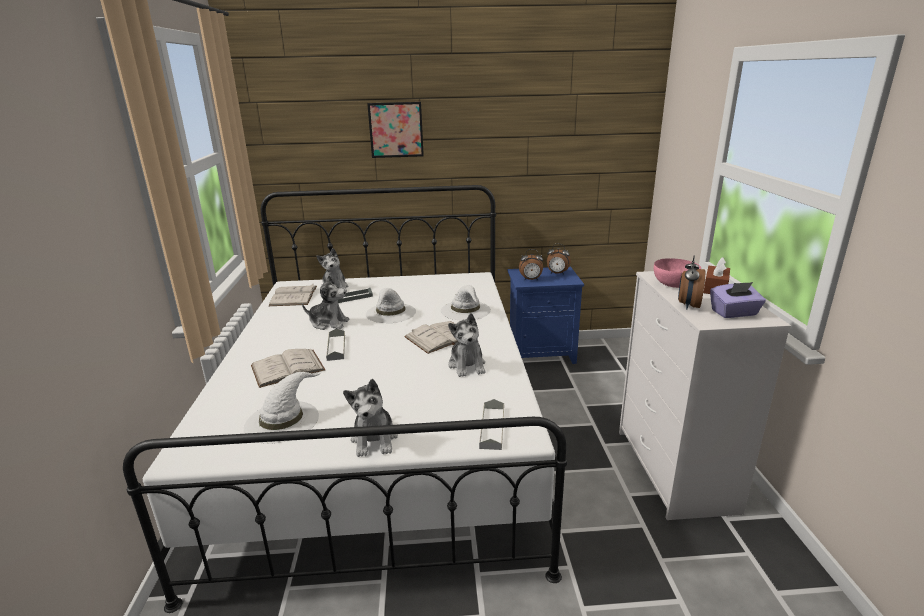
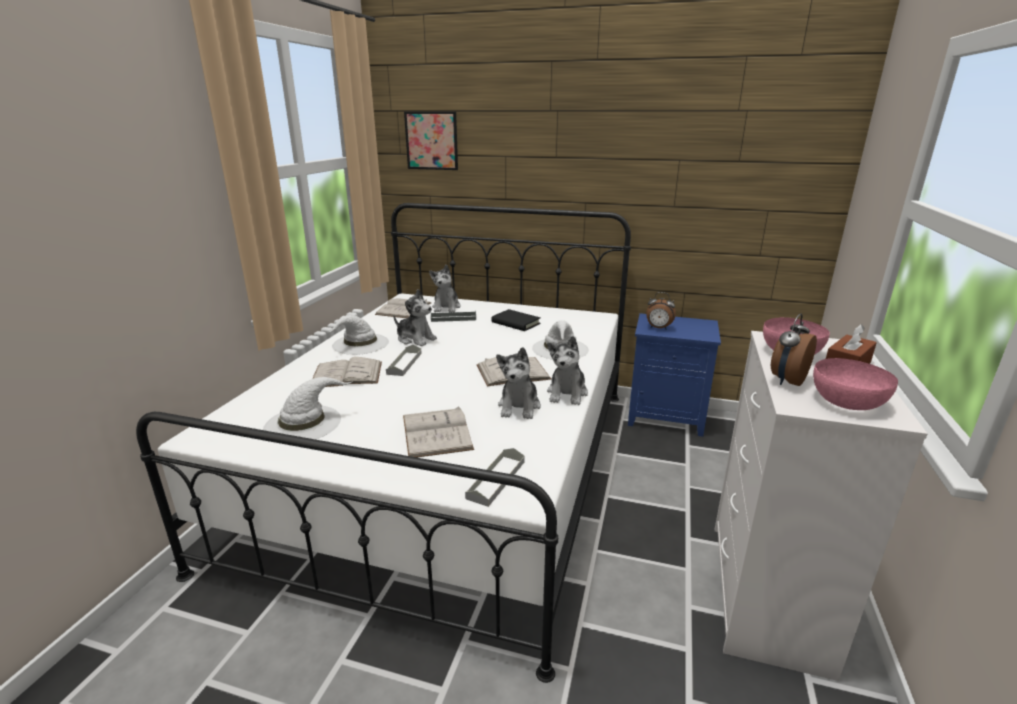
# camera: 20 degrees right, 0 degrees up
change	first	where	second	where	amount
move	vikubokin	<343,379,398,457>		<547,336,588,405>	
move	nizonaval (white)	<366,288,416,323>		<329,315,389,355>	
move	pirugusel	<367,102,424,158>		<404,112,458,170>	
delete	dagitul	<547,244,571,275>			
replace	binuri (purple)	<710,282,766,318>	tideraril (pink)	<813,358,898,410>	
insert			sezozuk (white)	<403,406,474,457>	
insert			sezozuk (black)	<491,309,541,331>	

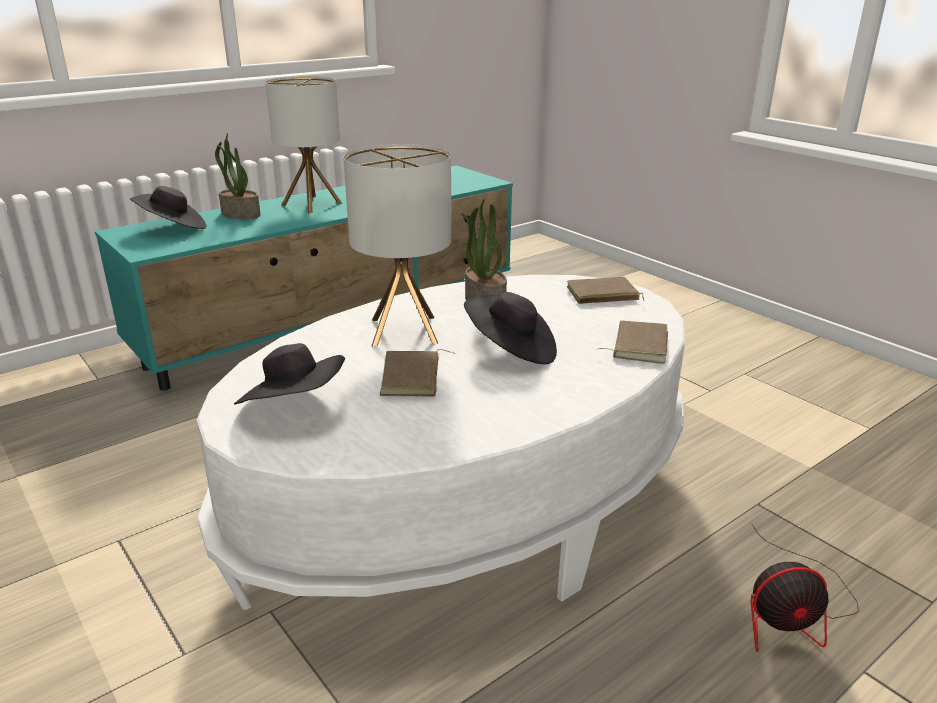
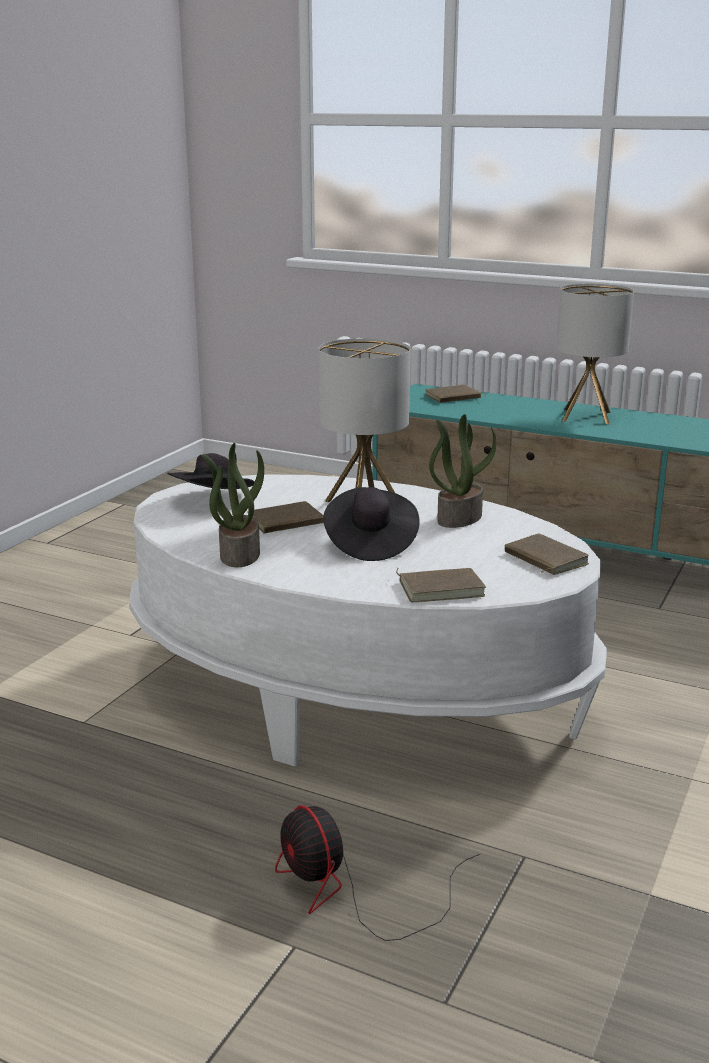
# camera: 65 degrees right, 5 degrees down
change	first	where	second	where	amount
replace	nizonaval (black)	<130,186,207,229>	sezozuk (brown)	<425,385,486,403>	
move	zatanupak	<215,133,261,219>		<202,443,264,567>	

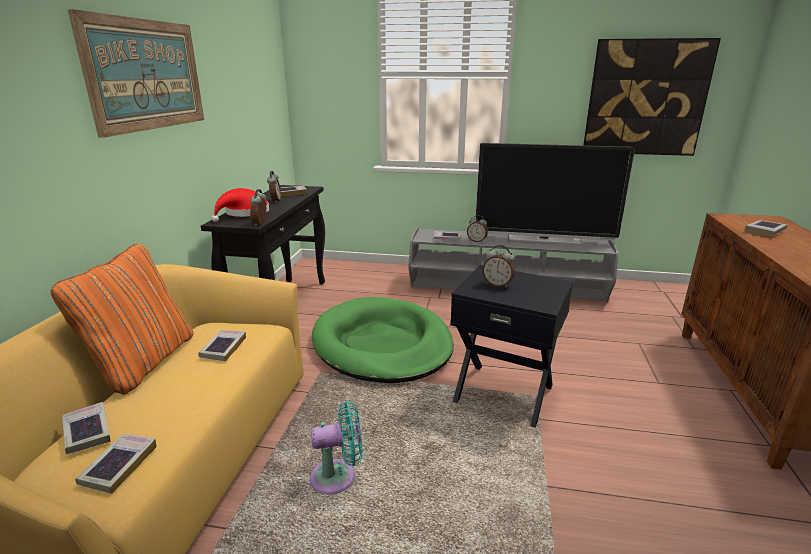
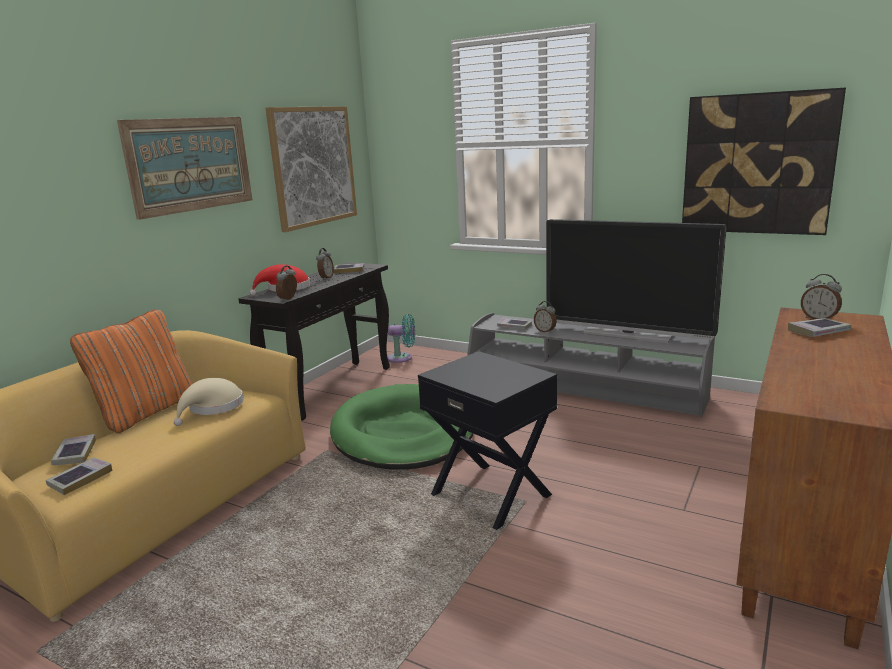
# camera: 20 degrees right, 5 degrees down
change	first	where	second	where	amount
replace	sezozuk	<198,330,246,361>	nizonaval (beige)	<174,378,244,426>	
move	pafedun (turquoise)	<310,401,363,494>		<388,314,415,363>	
move	dagitul	<482,245,515,288>		<801,274,842,319>	
insert			pirugusel	<265,106,357,232>	

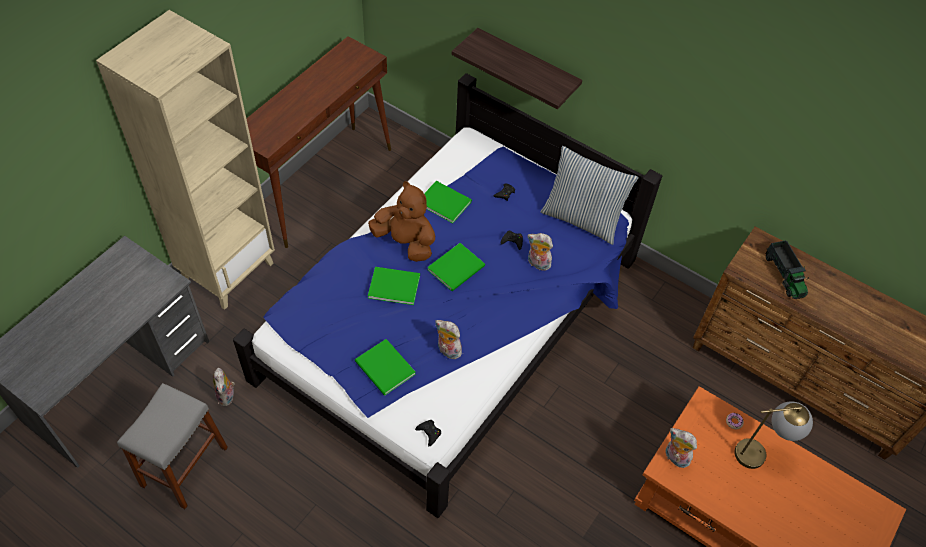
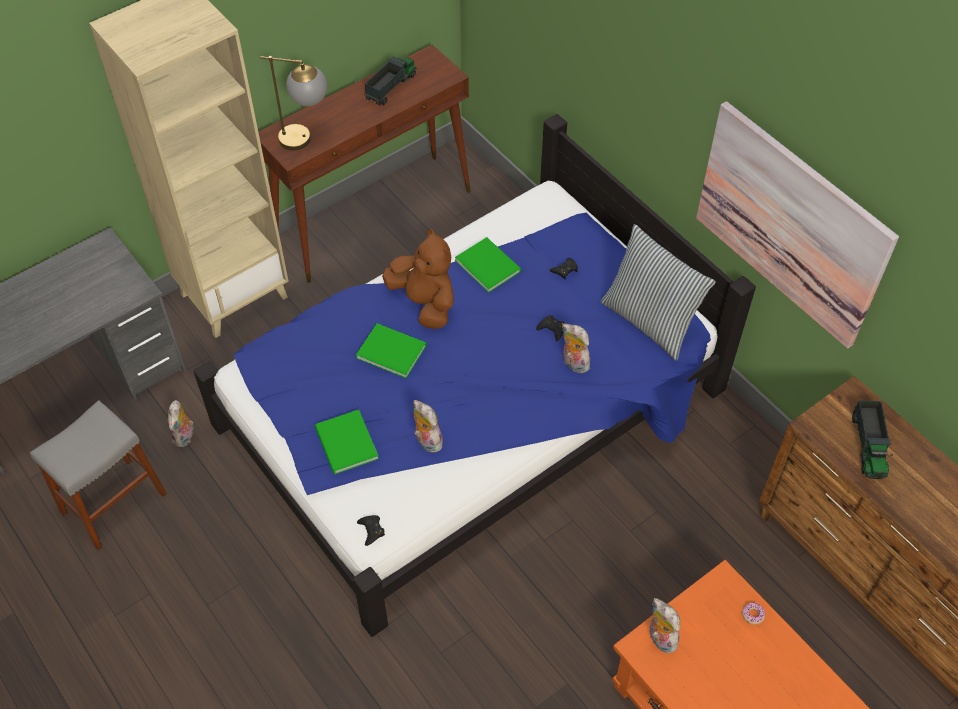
# camera: 20 degrees right, 0 degrees up
change	first	where	second	where	amount
delete	sezozuk (green)	<427,243,485,291>			
delete	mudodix	<452,28,582,109>			
move	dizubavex	<734,401,813,469>		<260,56,327,150>	
insert			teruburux	<364,57,417,106>	
insert			pirugusel	<696,101,899,349>	

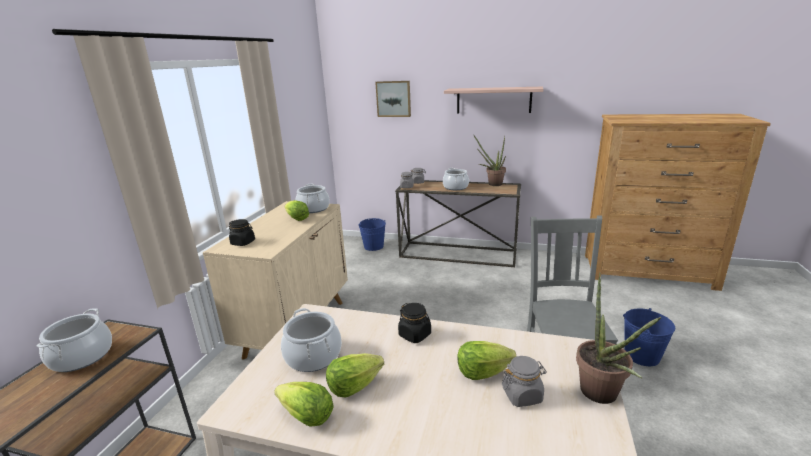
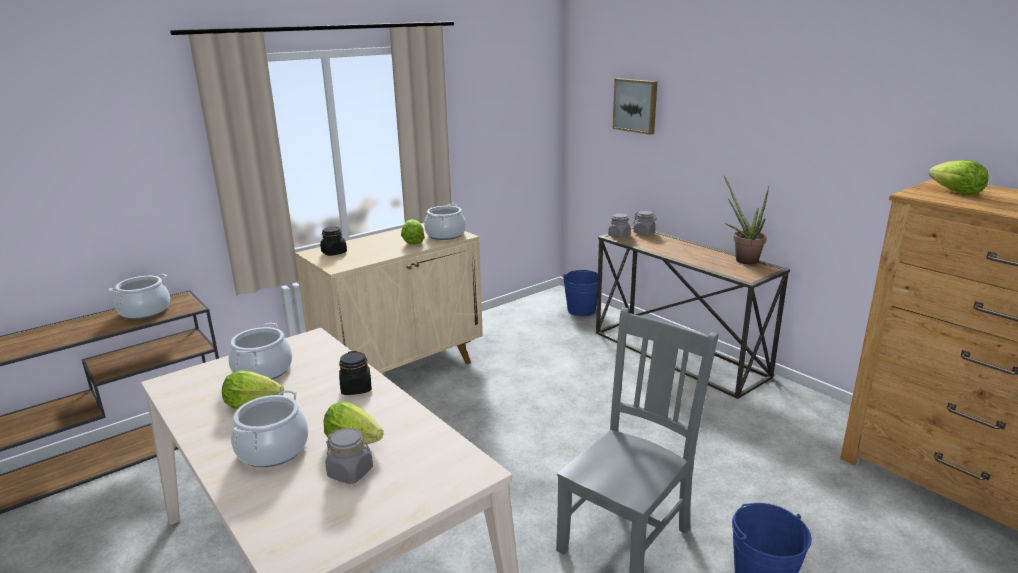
# camera: 35 degrees right, 0 degrees up
change	first	where	second	where	amount
move	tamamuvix	<274,382,334,427>		<929,160,989,195>	
move	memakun	<443,168,469,190>		<231,390,308,467>	
delete	mudodix	<444,87,543,114>			
delete	zatanupak	<576,273,661,404>			

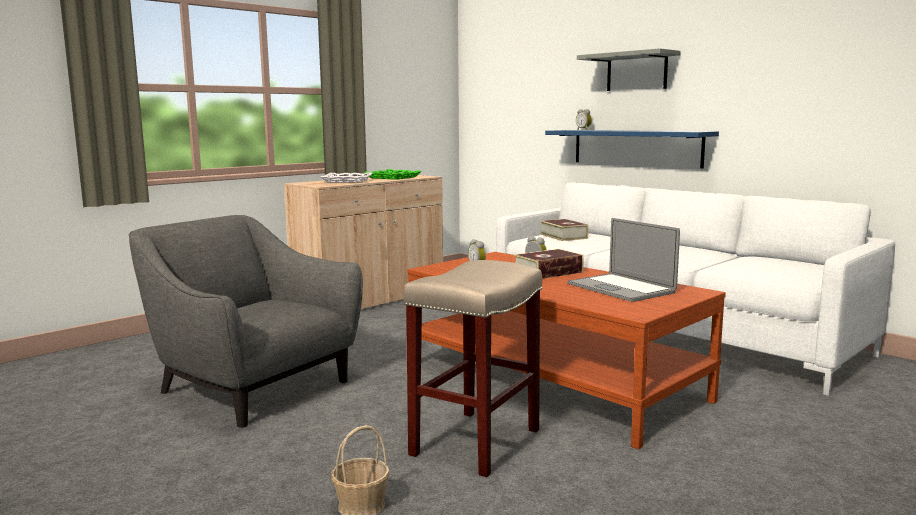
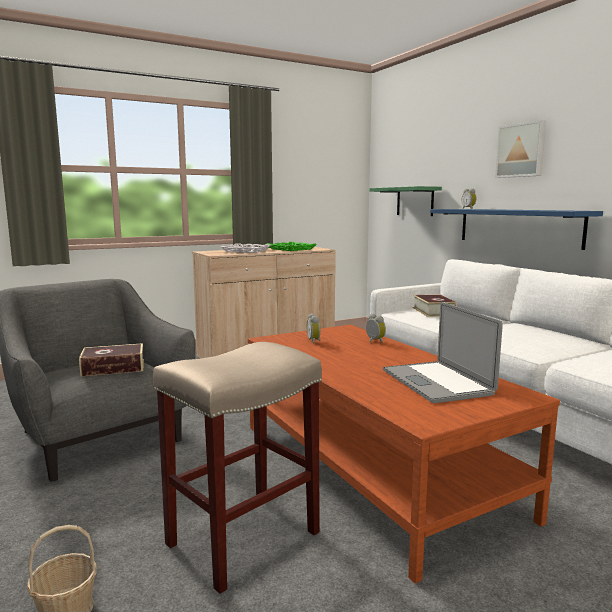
# camera: 15 degrees right, 0 degrees up
change	first	where	second	where	amount
move	sezozuk	<514,249,584,279>		<79,343,144,376>	
replace	mudodix (grey)	<577,48,681,91>	pirugusel	<495,120,546,178>	
insert			mudodix (green)	<370,186,442,216>	

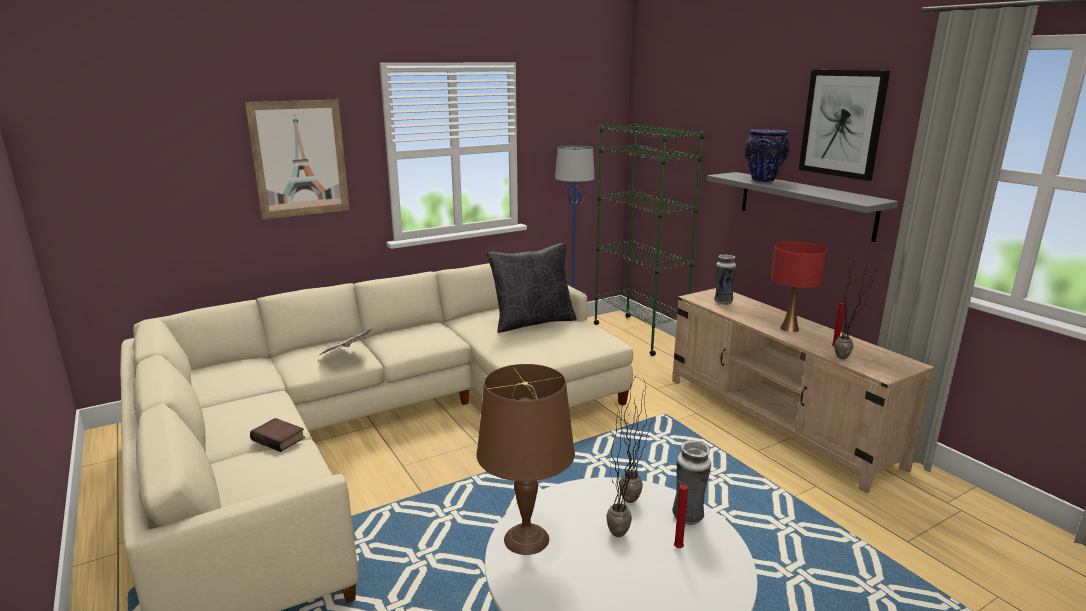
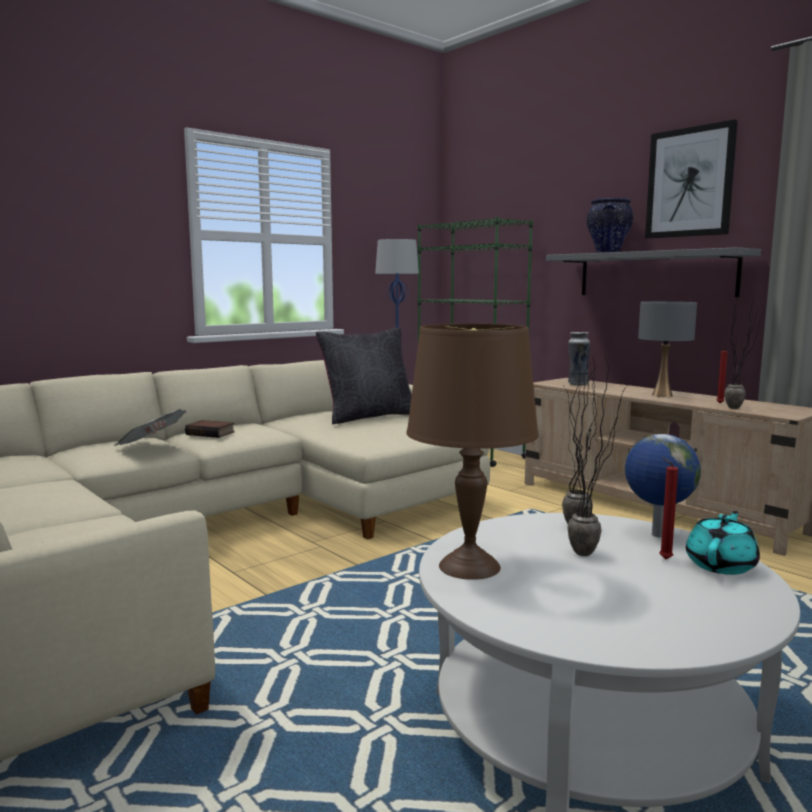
# camera: 10 degrees left, 10 degrees down
change	first	where	second	where	amount
delete	pirugusel	<245,100,350,220>			
move	sezozuk	<250,418,305,452>		<185,420,235,438>	
replace	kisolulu	<672,440,711,525>	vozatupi	<625,434,701,537>	
recolor	dizubavex (red)	<771,241,827,332>	dizubavex (grey)	<638,301,697,397>	
insert			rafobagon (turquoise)	<686,511,760,575>	

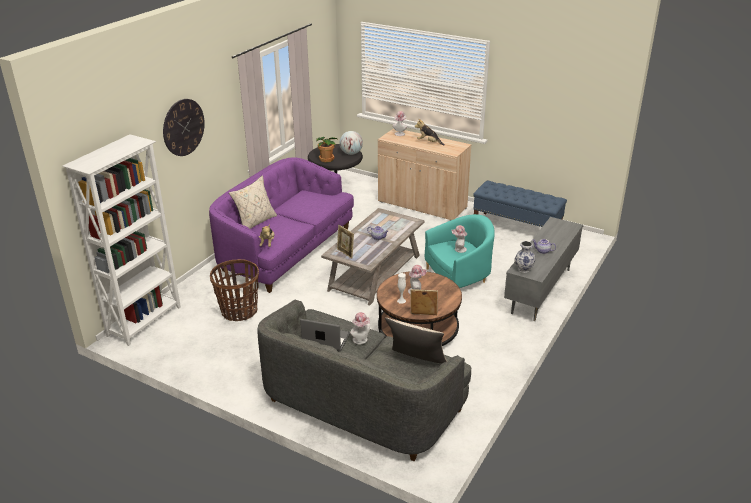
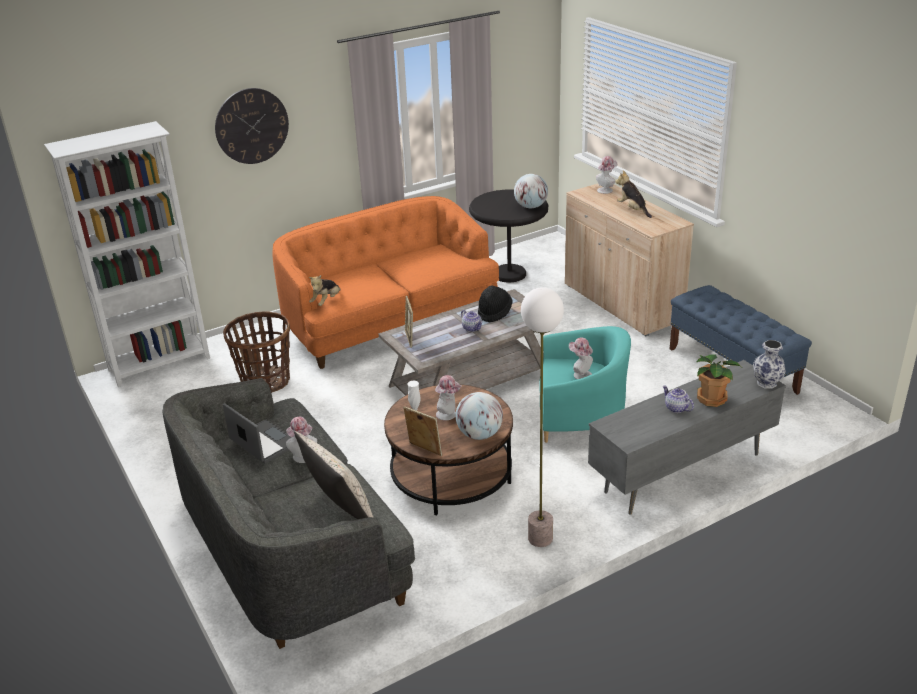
# camera: 30 degrees right, 0 degrees up
change	first	where	second	where	amount
recolor	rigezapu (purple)	<209,157,354,293>	rigezapu (orange)	<272,196,499,369>	
delete	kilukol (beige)	<229,175,277,229>			
move	zatanupak	<316,137,337,163>		<697,355,741,407>	
move	kisolulu	<514,241,536,273>		<753,340,786,389>	
insert			vozatupi	<456,392,503,440>	
insert			nizonaval (black)	<478,285,513,323>	
insert			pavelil	<521,287,564,547>	

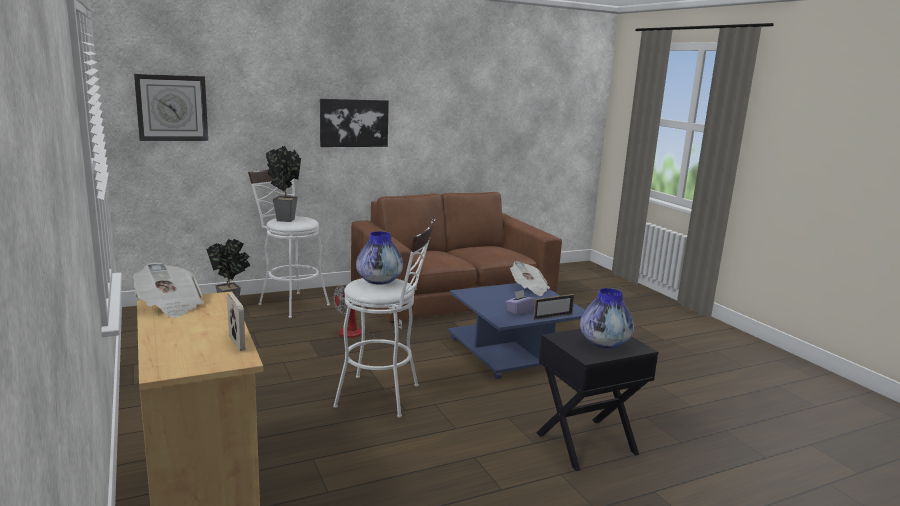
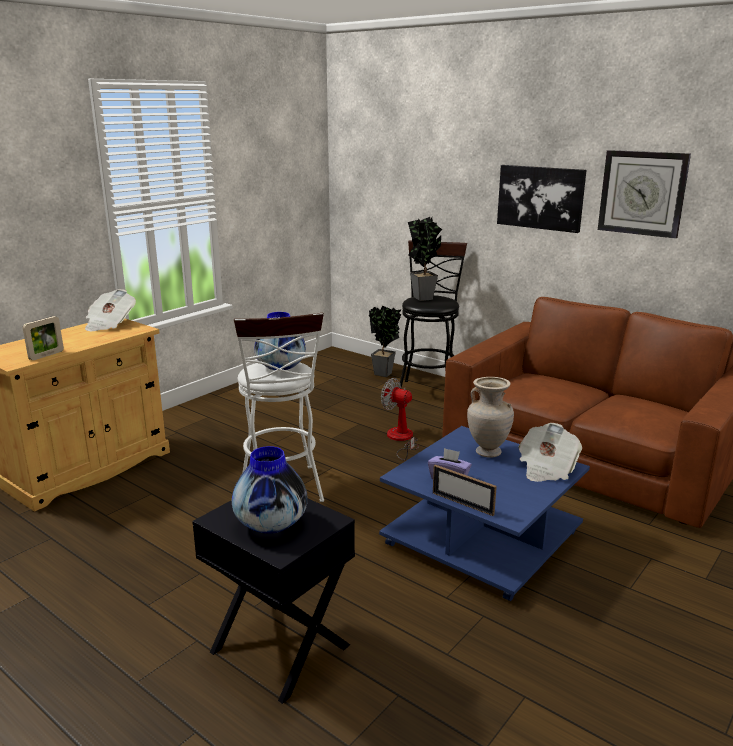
# camera: 65 degrees right, 5 degrees up
change	first	where	second	where	amount
move	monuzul	<134,74,208,141>		<598,150,691,239>	
recolor	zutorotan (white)	<248,170,330,318>	zutorotan (black)	<400,241,467,388>	
insert			kisolulu (beige)	<467,377,514,458>	

